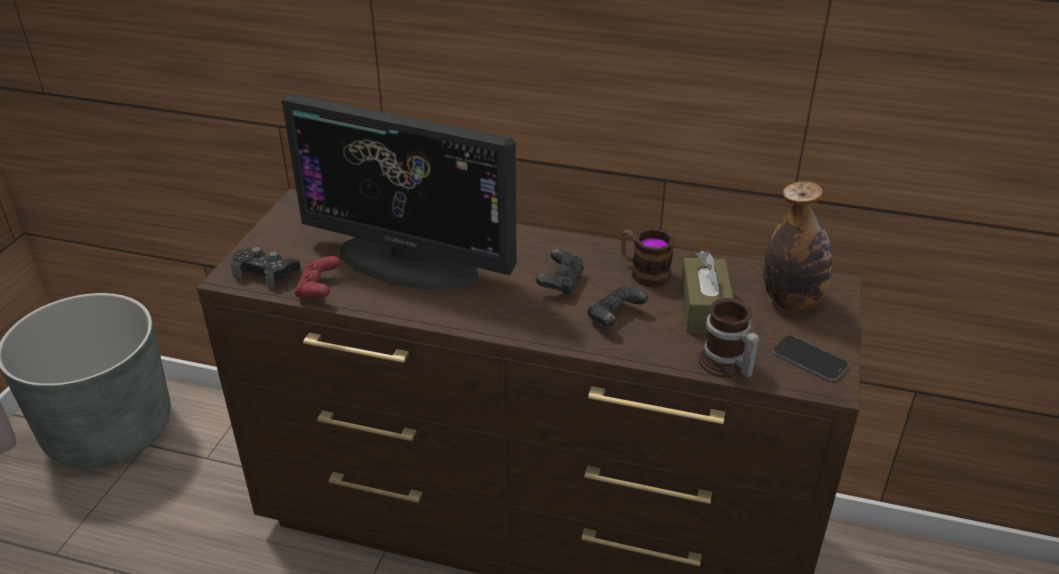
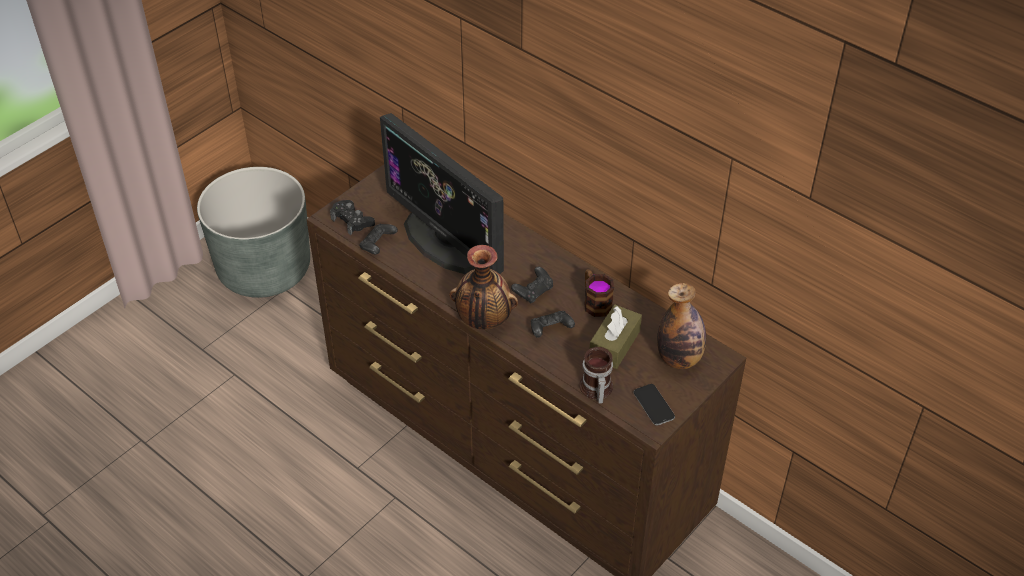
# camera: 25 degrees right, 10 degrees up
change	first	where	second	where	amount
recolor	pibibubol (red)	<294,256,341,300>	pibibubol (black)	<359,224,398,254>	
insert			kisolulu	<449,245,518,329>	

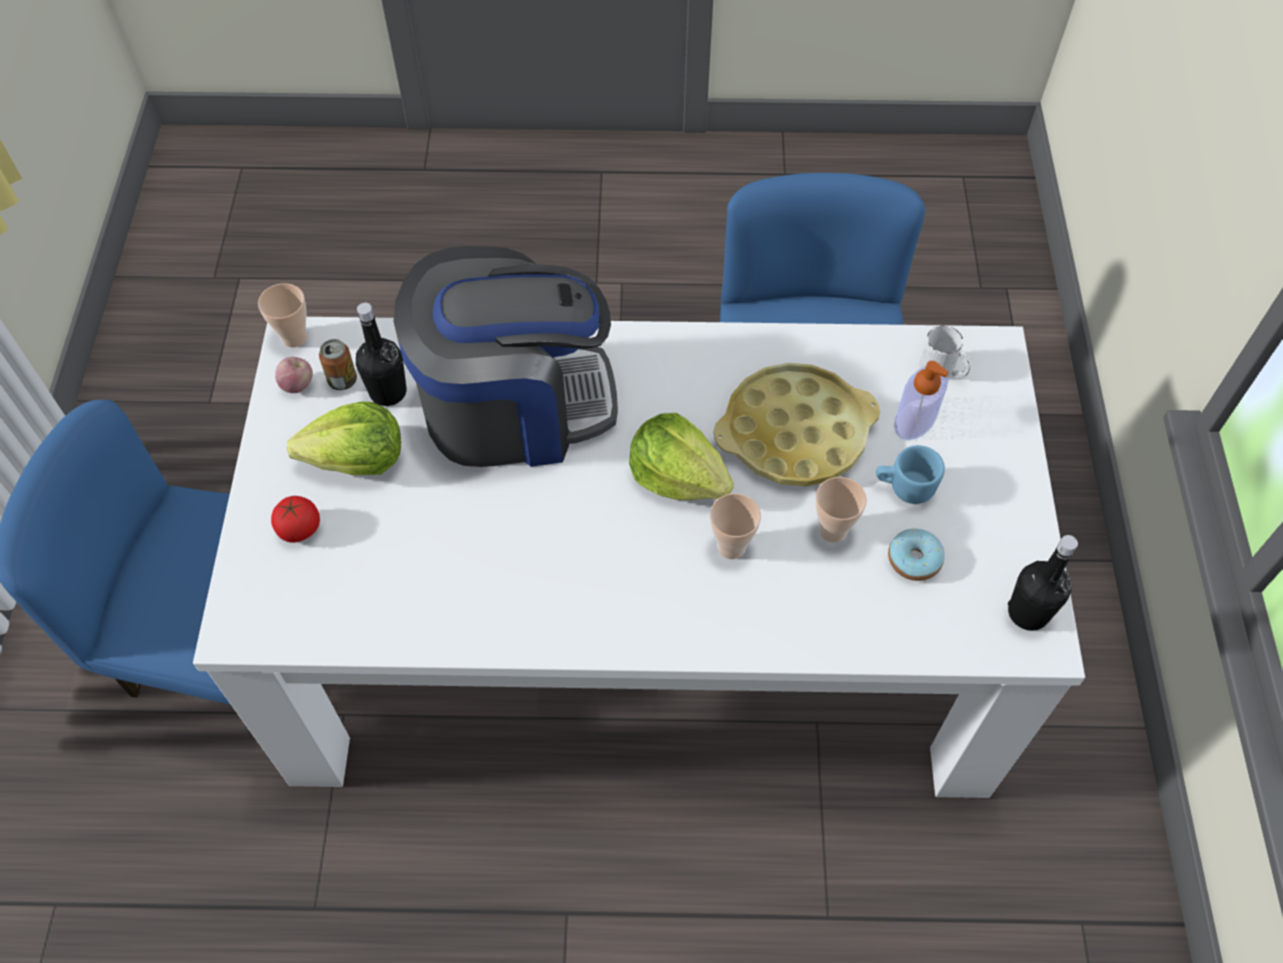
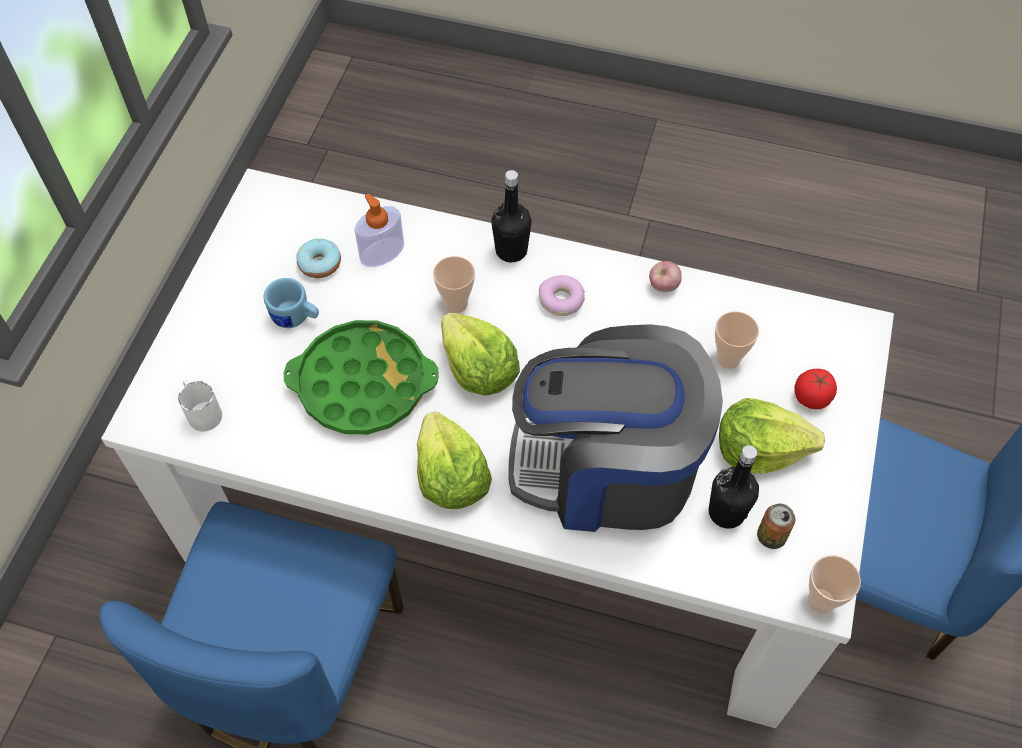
# camera: 165 degrees left, 0 degrees up
change	first	where	second	where	amount
move	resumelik	<275,357,313,393>		<649,261,682,292>	
recolor	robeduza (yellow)	<713,363,880,486>	robeduza (green)	<284,320,439,434>	
move	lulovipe	<815,477,867,543>		<715,311,759,369>	
move	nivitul	<894,361,948,440>		<354,193,404,267>	
move	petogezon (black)	<1008,535,1078,631>		<491,170,532,262>	
insert			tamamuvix	<417,412,492,509>	
insert			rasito	<539,275,585,316>	

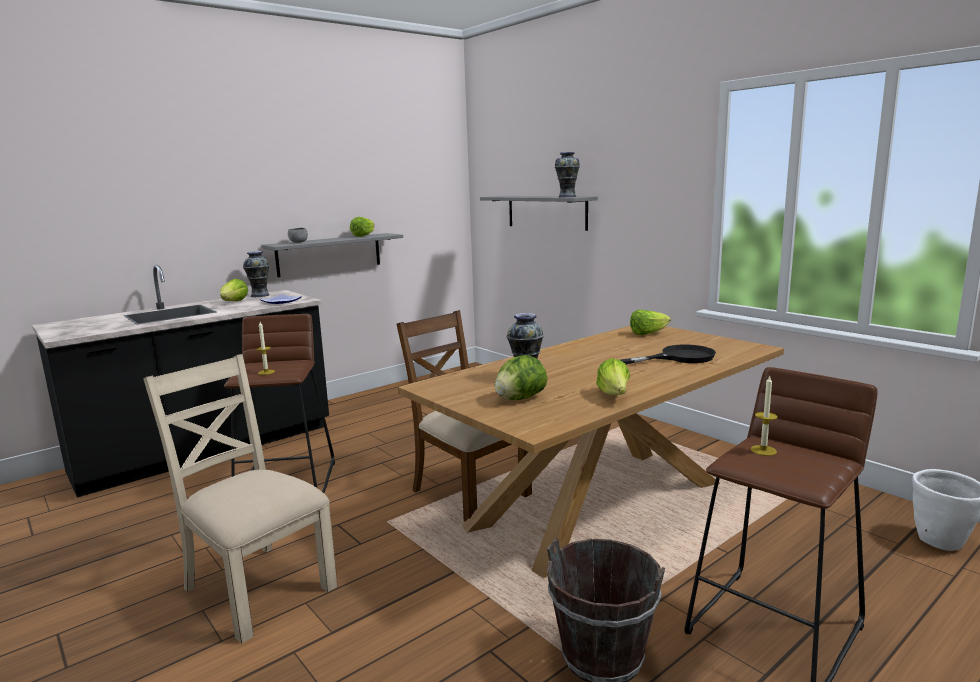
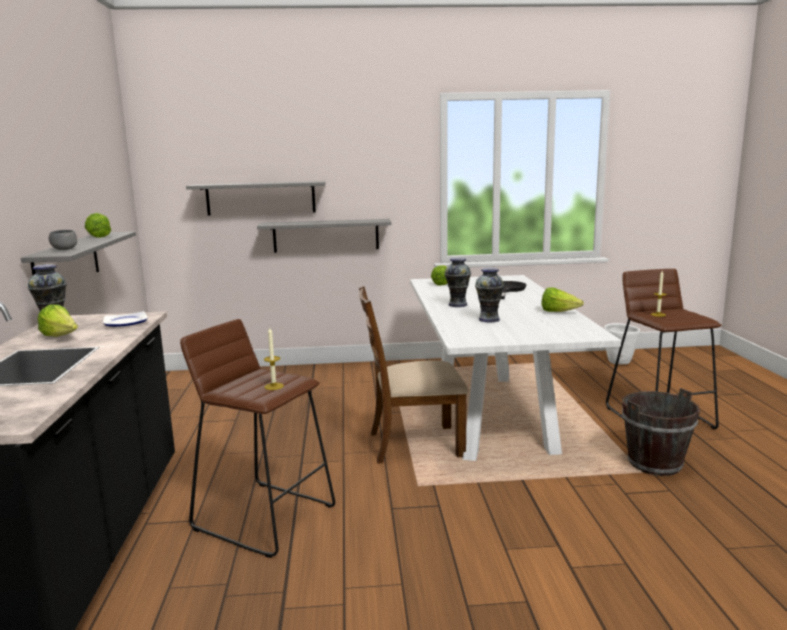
# camera: 55 degrees left, 0 degrees up
change	first	where	second	where	amount
delete	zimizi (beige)	<143,354,338,643>			
recolor	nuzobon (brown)	<398,326,784,578>	nuzobon (white)	<410,275,621,461>	
delete	tamamuvix	<495,355,547,400>			
move	kisolulu	<555,152,580,197>		<444,257,471,307>	
insert			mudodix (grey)	<257,219,391,253>	

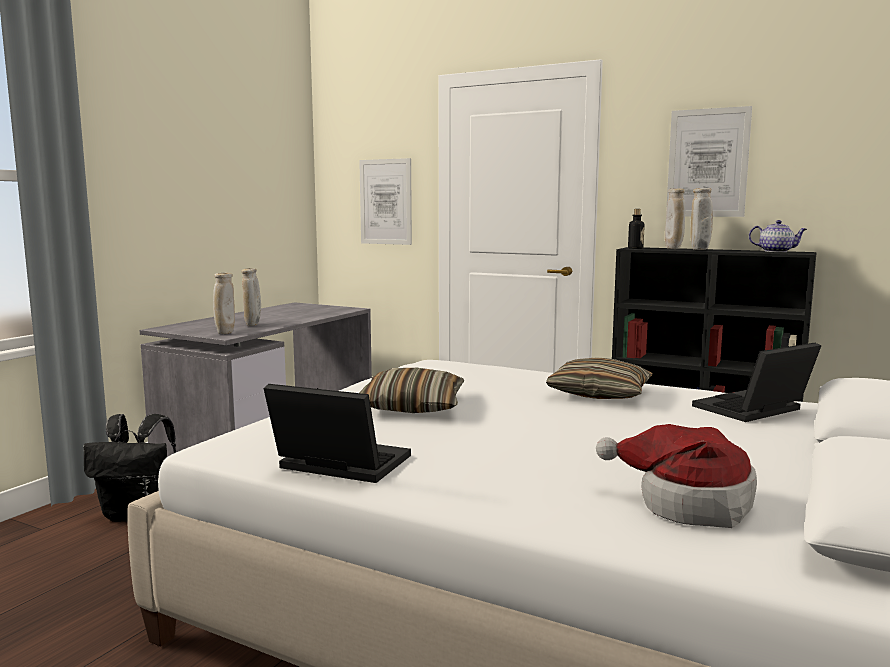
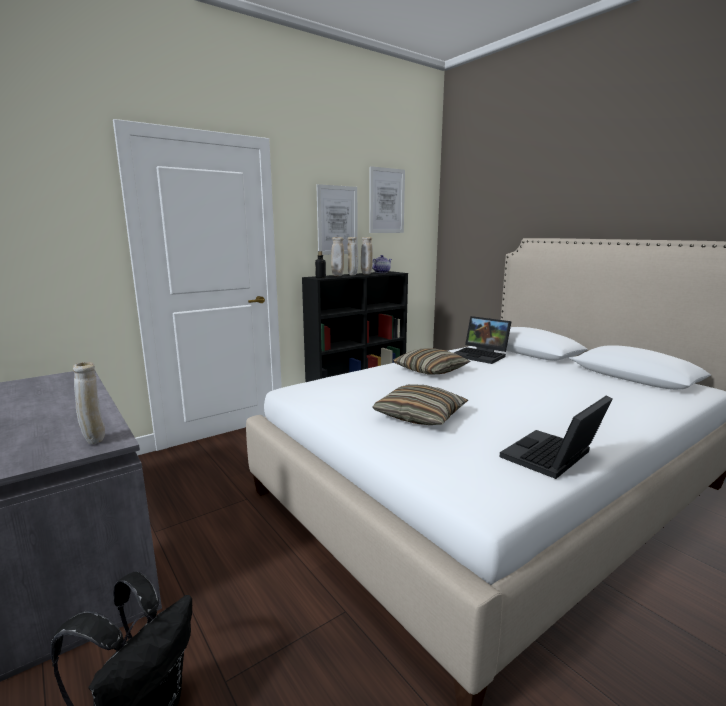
# camera: 65 degrees left, 5 degrees up
change	first	where	second	where	amount
move	kisolulu (beige)	<241,268,261,326>		<361,237,373,275>	
move	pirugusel	<359,158,412,245>		<369,166,405,233>	
delete	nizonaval	<596,424,757,528>			
rotate	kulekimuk	<692,343,821,422>		<454,316,511,364>	45 degrees counterclockwise

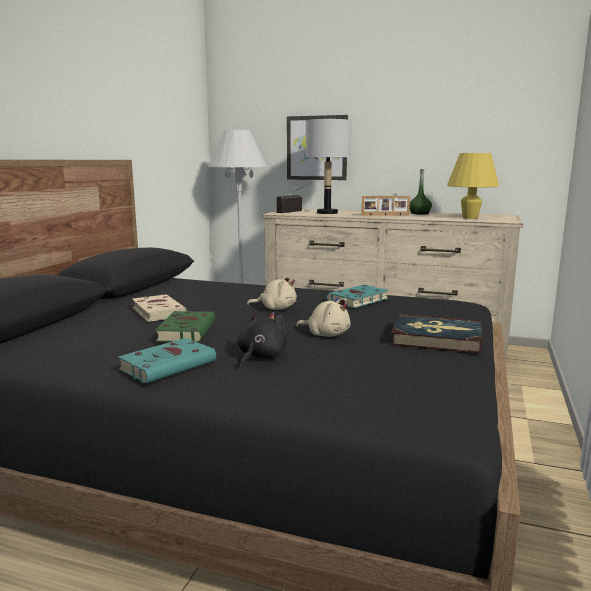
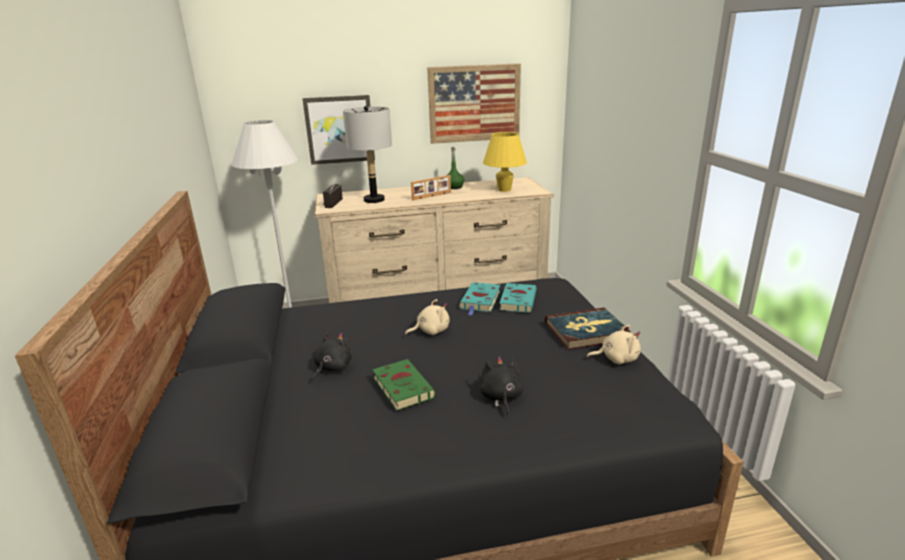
# camera: 30 degrees left, 10 degrees up
change	first	where	second	where	amount
move	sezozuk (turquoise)	<118,338,216,383>		<499,283,537,313>	
replace	sezozuk (beige)	<132,294,187,322>	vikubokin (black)	<312,332,352,382>	
move	vikubokin (beige)	<296,298,350,337>		<587,325,641,364>	
insert			pirugusel	<427,63,521,144>	

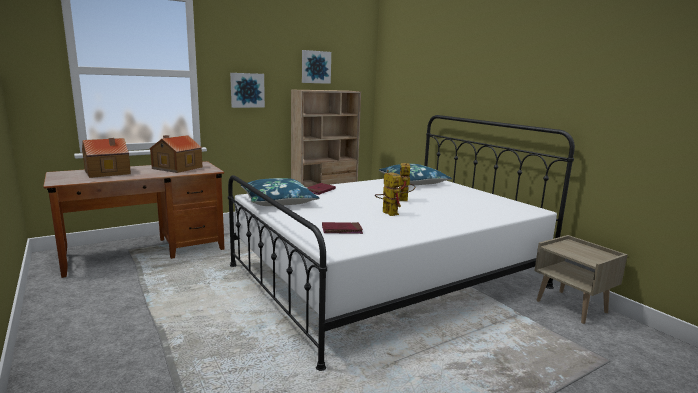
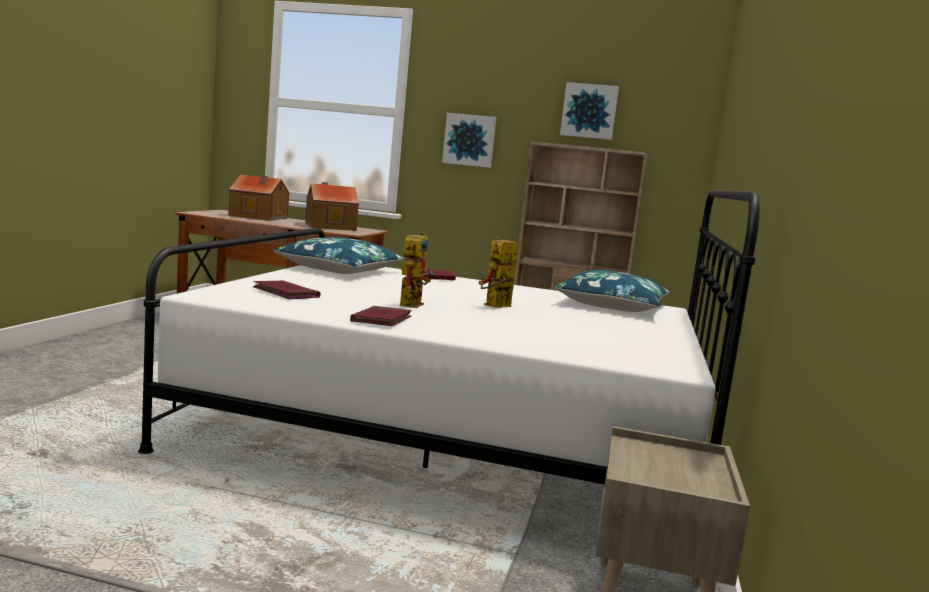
# camera: 45 degrees right, 5 degrees down
change	first	where	second	where	amount
insert			sezozuk (red)	<350,306,412,326>	

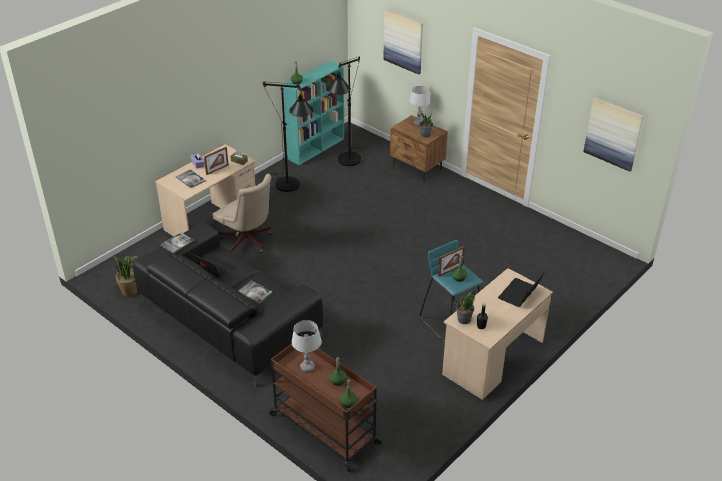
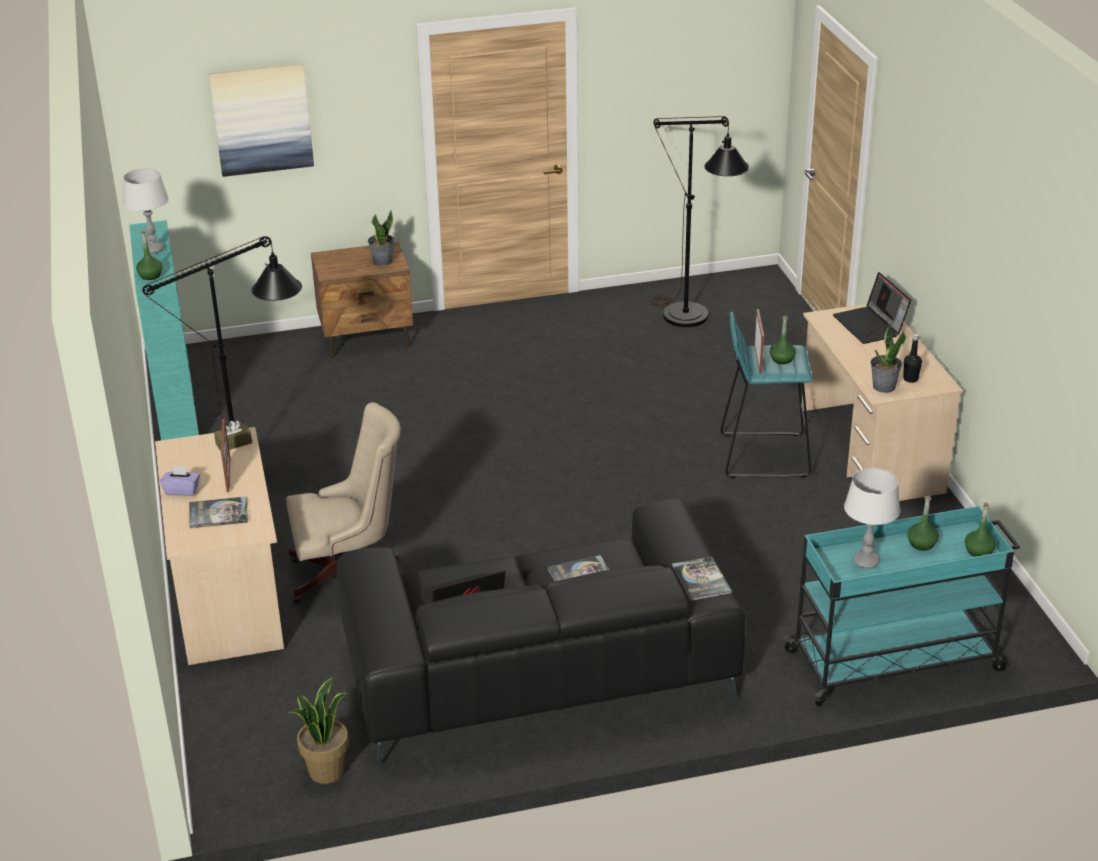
# camera: 55 degrees left, 5 degrees down
change	first	where	second	where	amount
move	sezozuk	<160,232,194,254>		<672,556,732,601>	
recolor	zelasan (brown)	<268,344,381,472>	zelasan (turquoise)	<783,506,1020,706>	
move	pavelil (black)	<327,57,362,166>		<651,116,749,327>	
move	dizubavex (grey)	<409,86,430,126>		<123,168,169,254>	
delete	pirugusel	<583,98,644,172>			

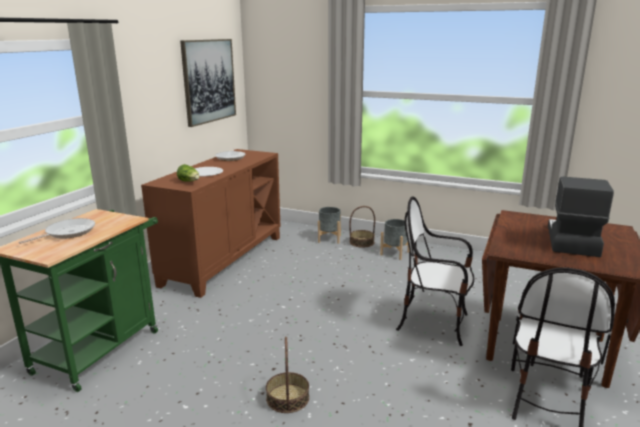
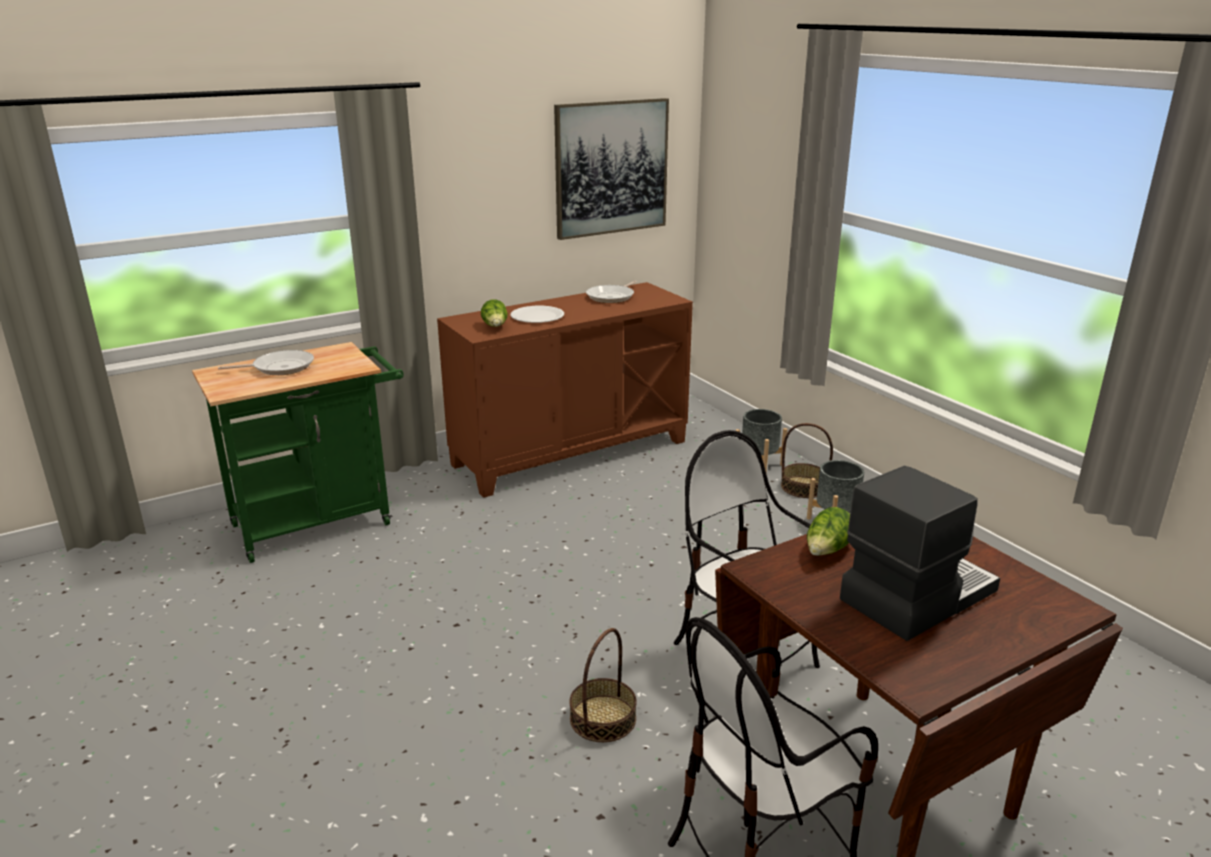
# camera: 35 degrees right, 5 degrees up
change	first	where	second	where	amount
move	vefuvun	<266,337,309,413>		<569,628,637,742>	
insert			tamamuvix	<807,507,850,556>	

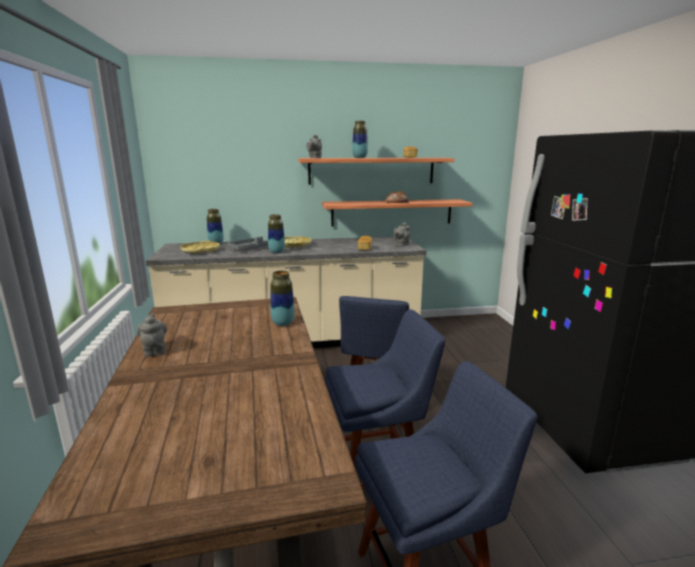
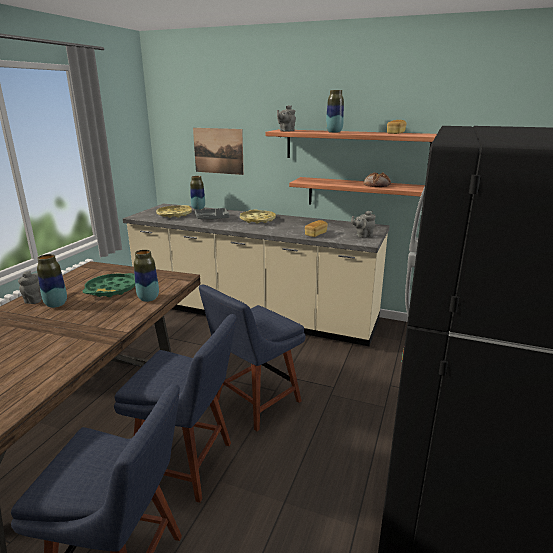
# camera: 30 degrees right, 5 degrees up
change	first	where	second	where	amount
move	kisolulu	<268,214,285,254>		<37,254,67,308>	
insert			robeduza (green)	<83,273,135,297>	
insert			pirugusel	<193,128,244,175>	

